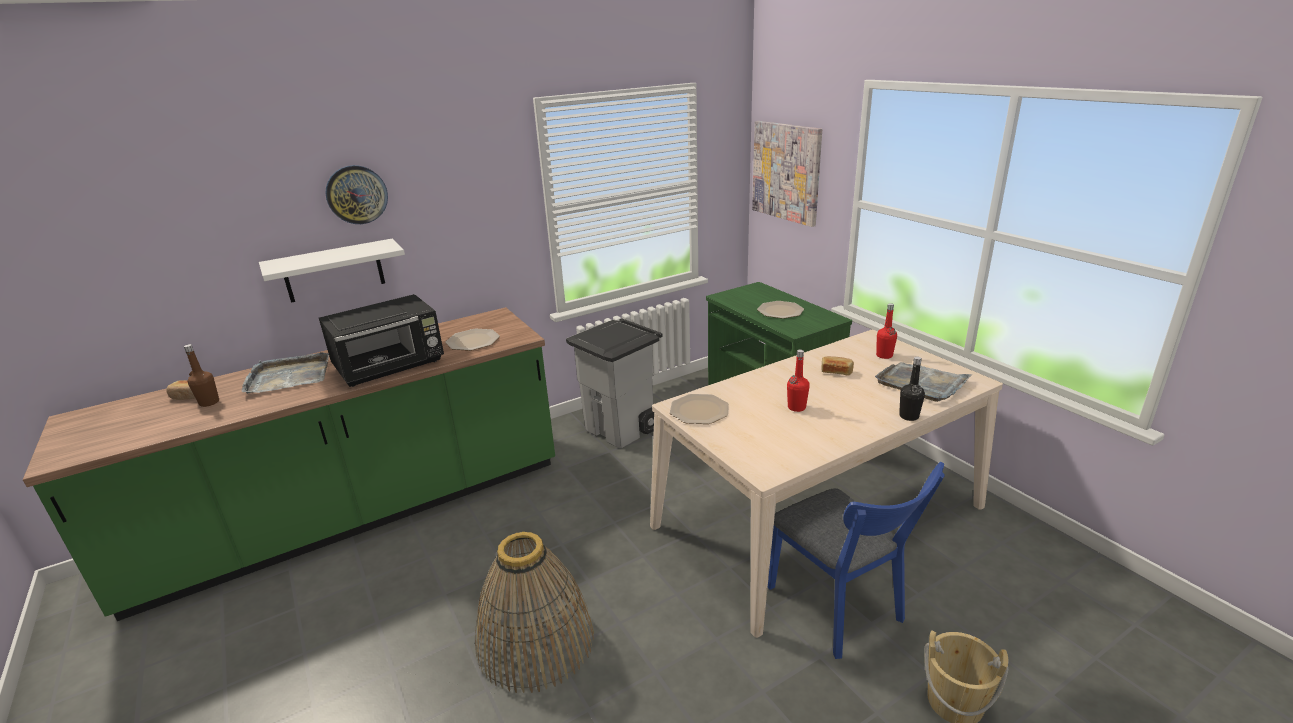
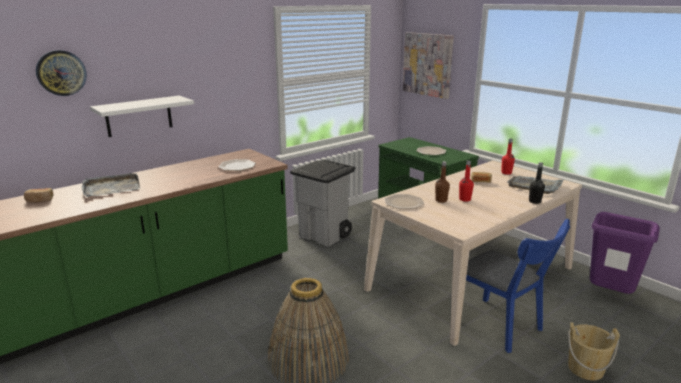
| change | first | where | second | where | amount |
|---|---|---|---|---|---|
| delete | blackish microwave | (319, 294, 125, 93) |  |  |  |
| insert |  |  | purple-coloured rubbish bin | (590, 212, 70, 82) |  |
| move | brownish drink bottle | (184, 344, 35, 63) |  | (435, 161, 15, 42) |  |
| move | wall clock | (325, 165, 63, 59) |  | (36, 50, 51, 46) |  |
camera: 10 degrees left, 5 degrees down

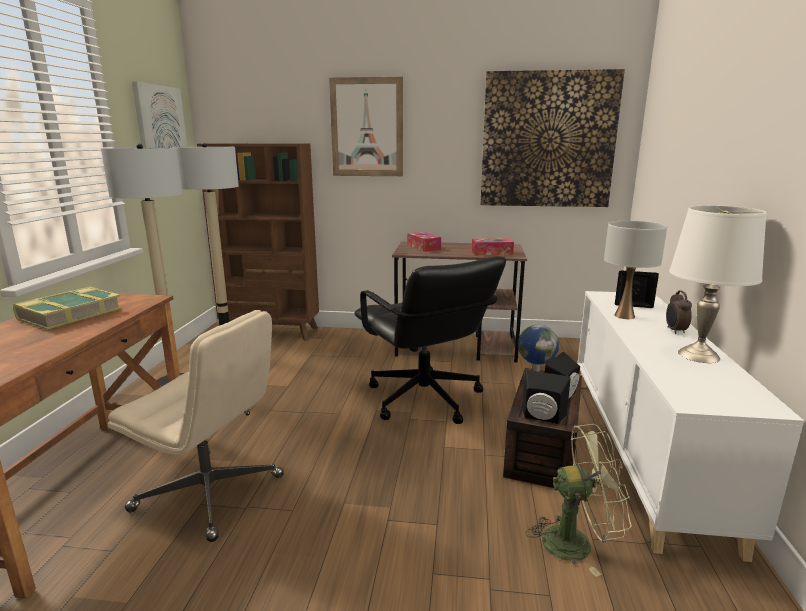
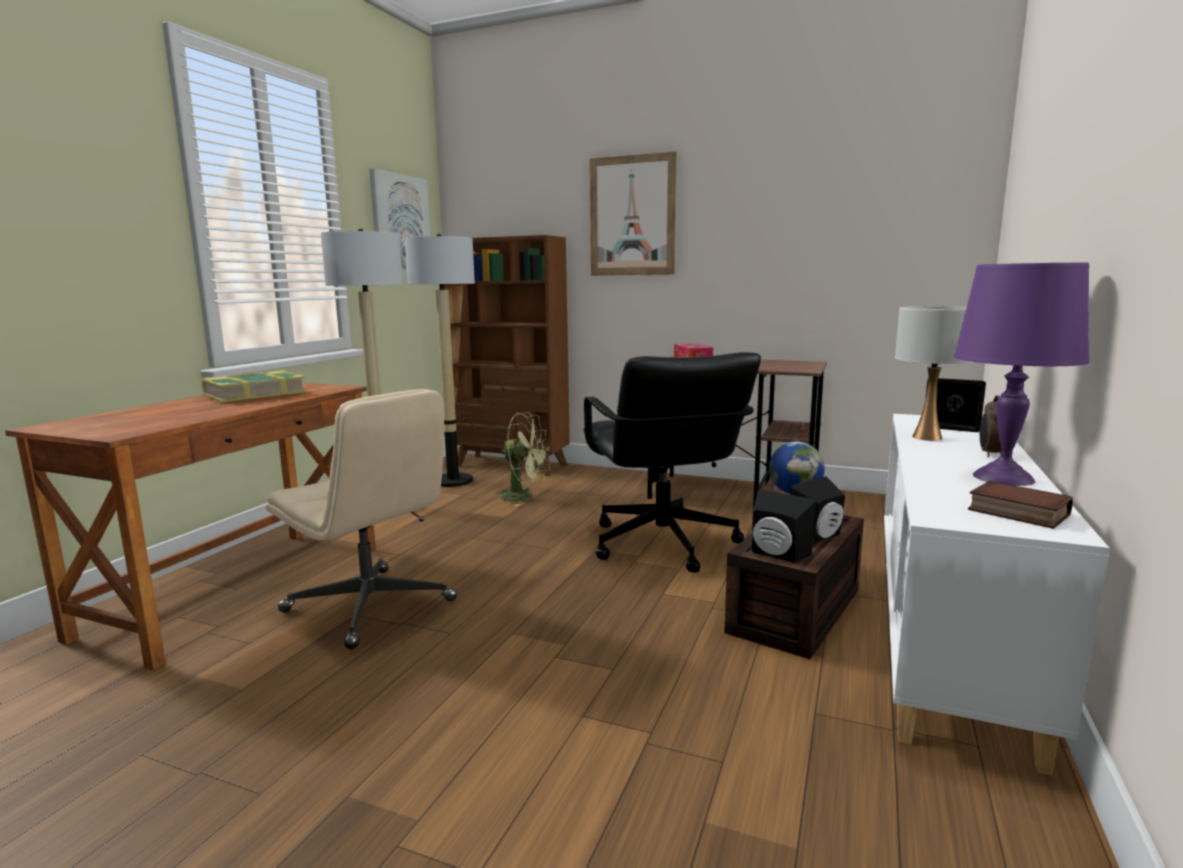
| change | first | where | second | where | amount |
|---|---|---|---|---|---|
| delete | tissue box | (472, 238, 42, 17) |  |  |  |
| delete | wall art | (480, 69, 145, 138) |  |  |  |
| insert |  |  | volume | (968, 481, 105, 48) |  |
| move | green cooling fan | (526, 424, 106, 153) |  | (496, 412, 54, 94) |  |
| recolor | white lamp for a table | (669, 206, 98, 157) | purple-coloured lamp for a table | (954, 263, 135, 223) |  |
camera: 15 degrees right, 5 degrees down

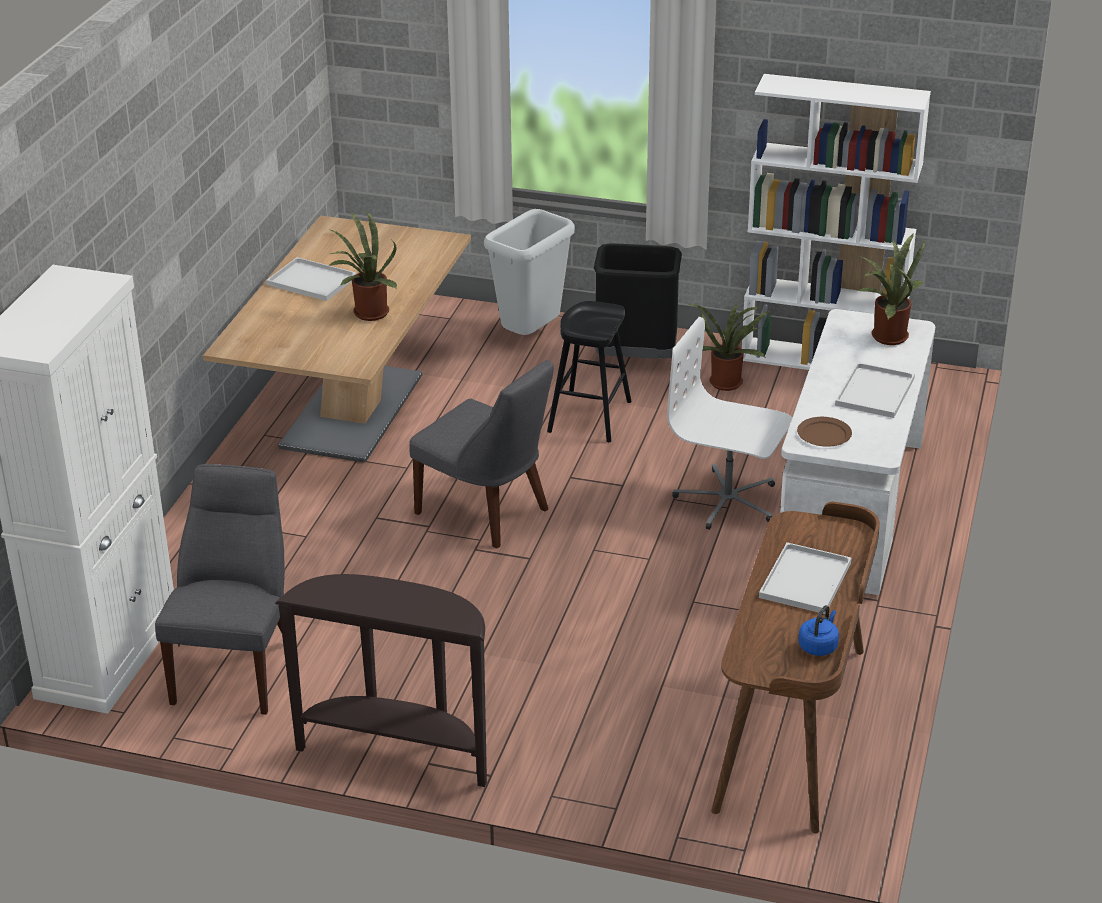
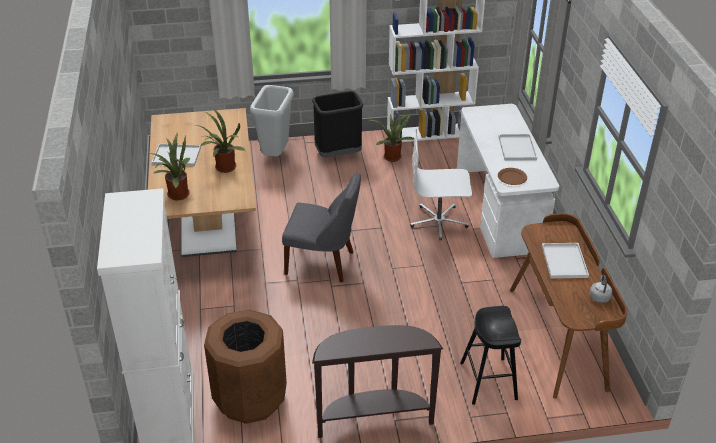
| change | first | where | second | where | amount |
|---|---|---|---|---|---|
| move | blackish sitting stool | (547, 301, 85, 141) |  | (460, 306, 61, 99) |  |
| move | houseplant | (858, 233, 68, 112) |  | (150, 133, 40, 67) |  |
| replace | greyish upright chair | (155, 464, 130, 251) | brownish rubbish bin | (204, 309, 83, 115) |  |
| recolor | blue water kettle | (799, 605, 40, 51) | greyish water kettle | (590, 275, 22, 28) |  |
camera: 25 degrees left, 5 degrees up

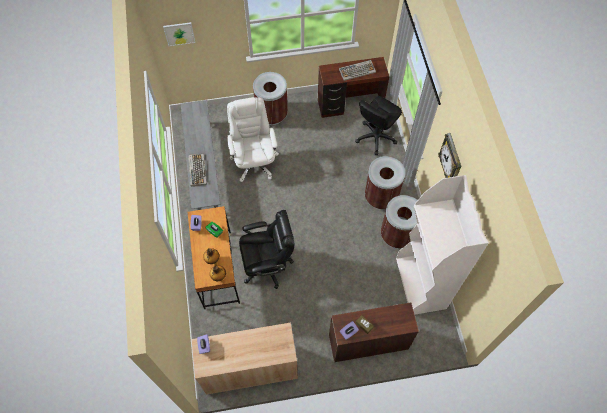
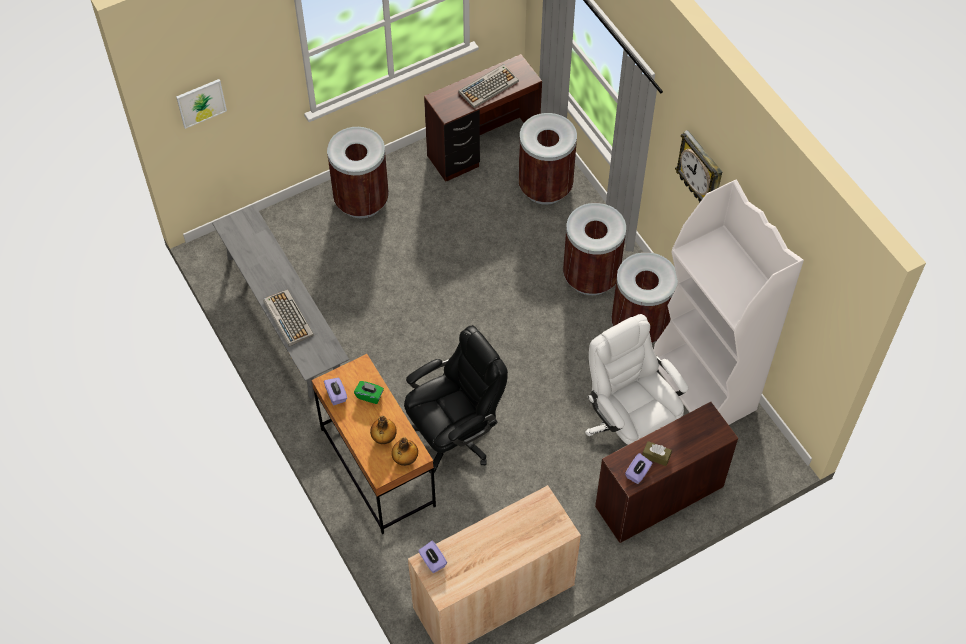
| change | first | where | second | where | amount |
|---|---|---|---|---|---|
| move | white office chair | (227, 97, 52, 85) |  | (585, 314, 104, 131) |  |
| replace | blackish office chair | (355, 96, 47, 59) | brownish rubbish bin | (518, 113, 59, 92) |  |
camera: 20 degrees left, 5 degrees down

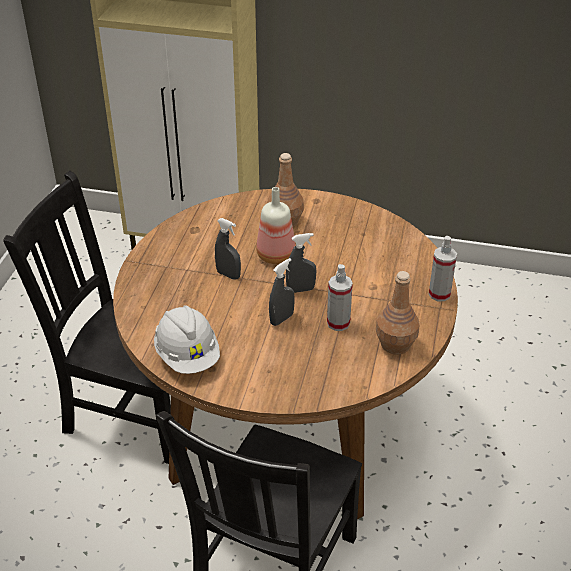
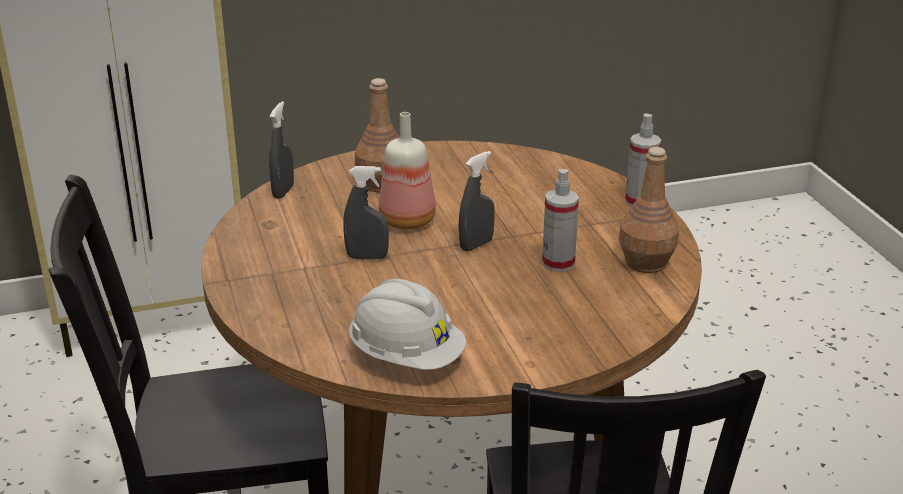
| change | first | where | second | where | amount |
|---|---|---|---|---|---|
| move | greyish hand sprayer | (269, 258, 26, 68) |  | (269, 102, 25, 97) |  |
camera: 30 degrees left, 10 degrees down

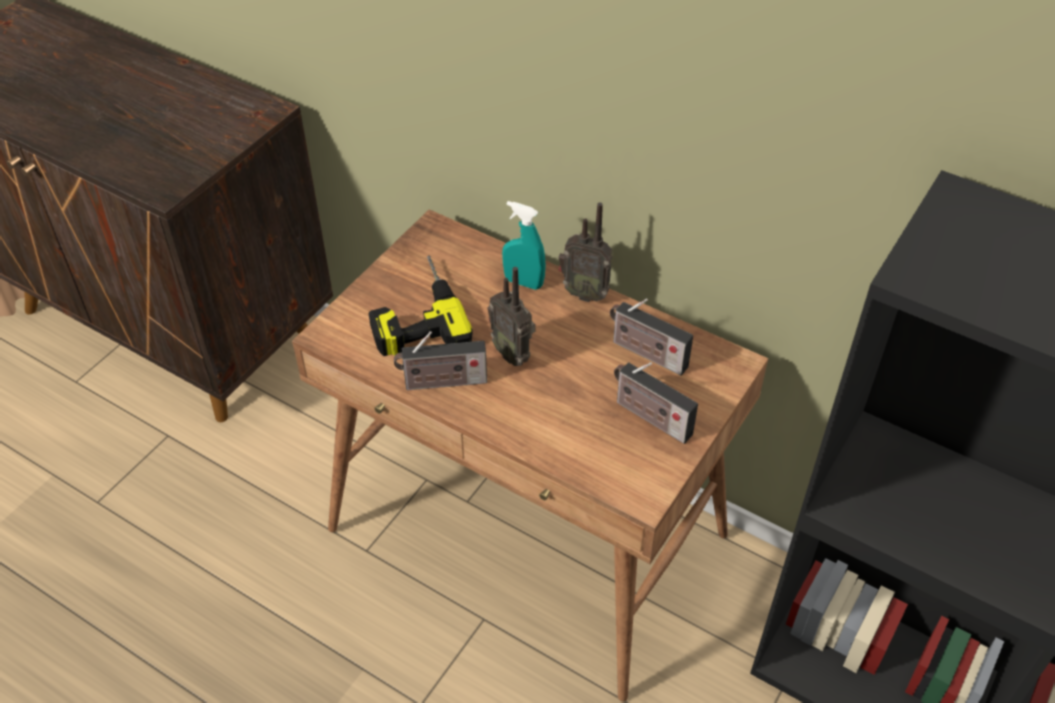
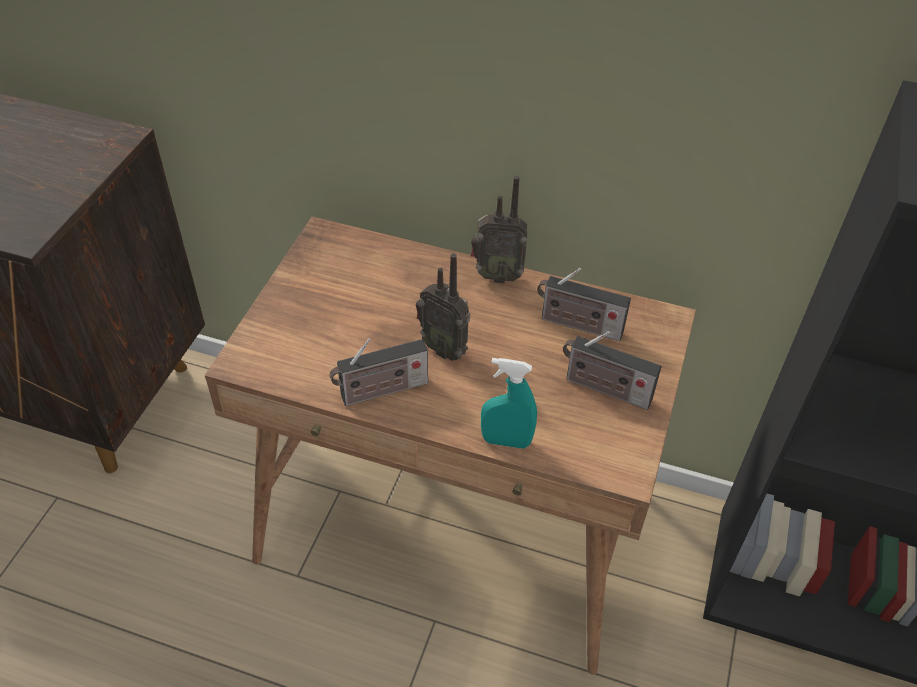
| change | first | where | second | where | amount |
|---|---|---|---|---|---|
| delete | power drill | (369, 256, 104, 100) |  |  |  |
| move | turquoise hand sprayer | (502, 201, 44, 89) |  | (481, 358, 56, 91) |  |
camera: 15 degrees left, 0 degrees up

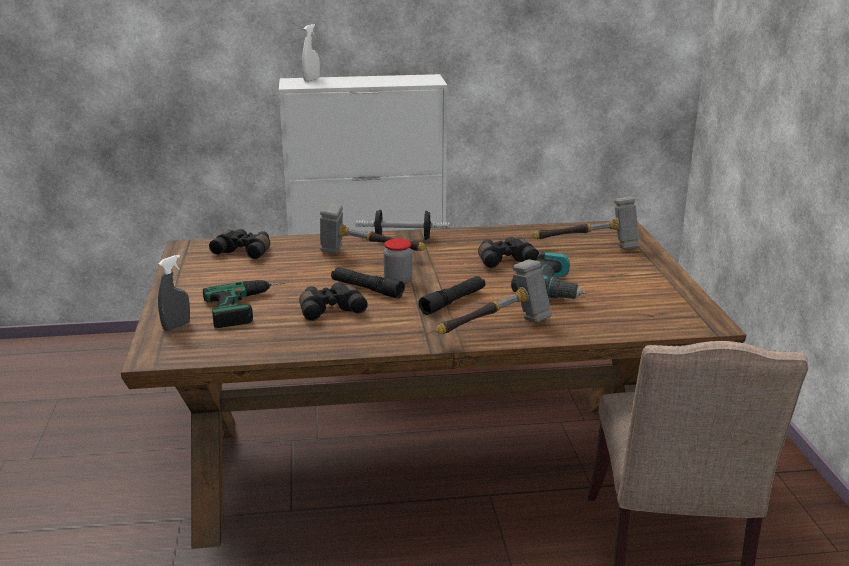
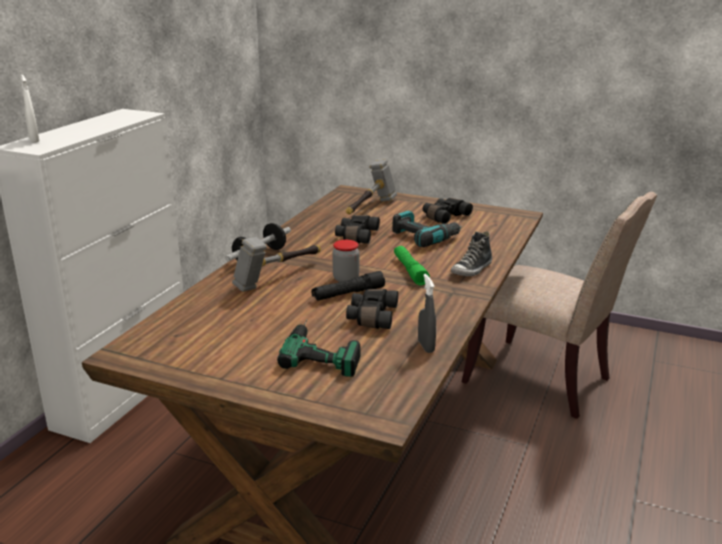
| change | first | where | second | where | amount |
|---|---|---|---|---|---|
| move | greyish hand sprayer | (158, 255, 32, 76) |  | (418, 274, 18, 79) |  |
| move | blackish field glasses | (209, 229, 61, 30) |  | (423, 198, 50, 26) |  |
| replace | hammer | (436, 259, 116, 75) | low shoe | (451, 231, 41, 45) |  |
| recolor | blackish torch | (418, 276, 67, 39) | green torch | (394, 246, 36, 39) |  |
camera: 60 degrees left, 0 degrees up

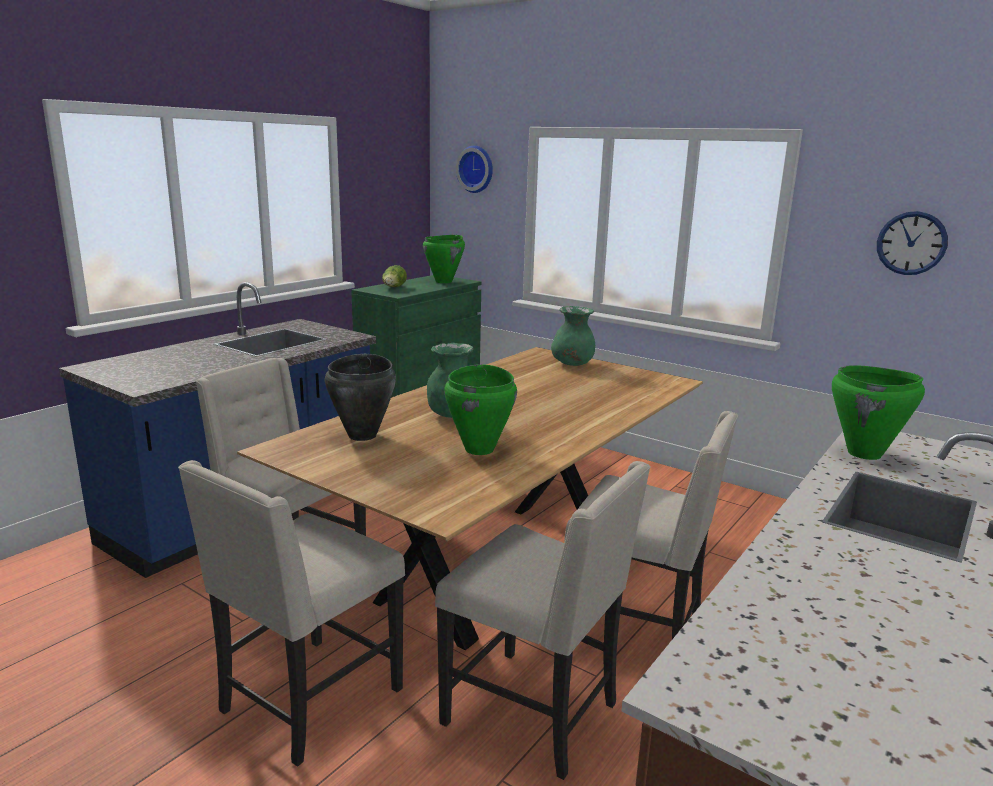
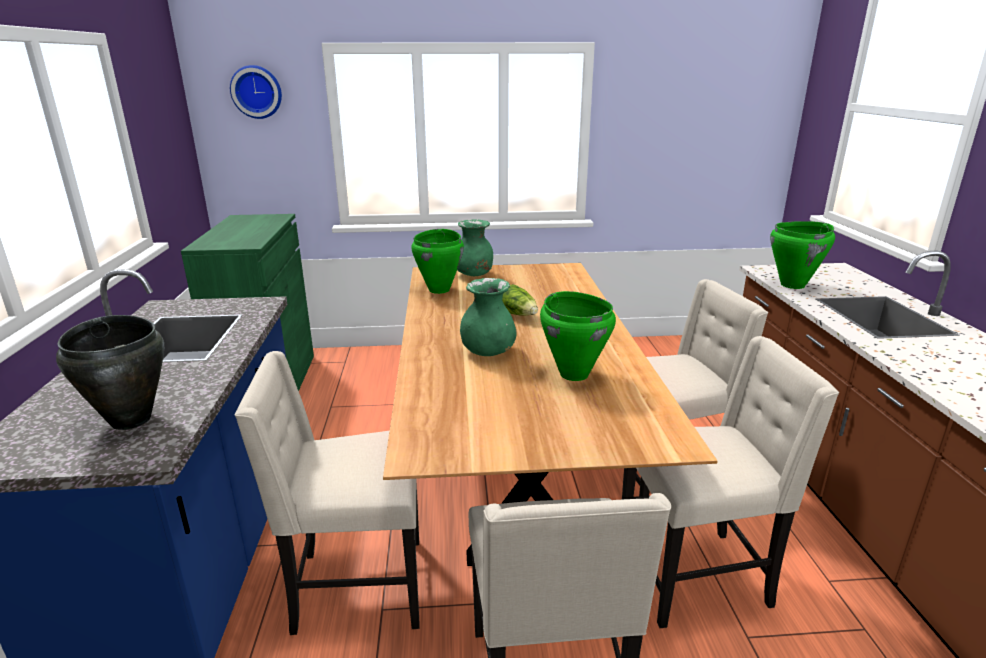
| change | first | where | second | where | amount |
|---|---|---|---|---|---|
| delete | wall clock | (877, 211, 71, 64) |  |  |  |
| move | blackish saucepot | (325, 354, 71, 87) |  | (56, 315, 108, 115) |  |
| move | head of lettuce | (382, 265, 25, 22) |  | (502, 284, 36, 32) |  |
| move | green saucepot | (423, 235, 42, 48) |  | (411, 229, 53, 65) |  |
camera: 40 degrees left, 5 degrees up

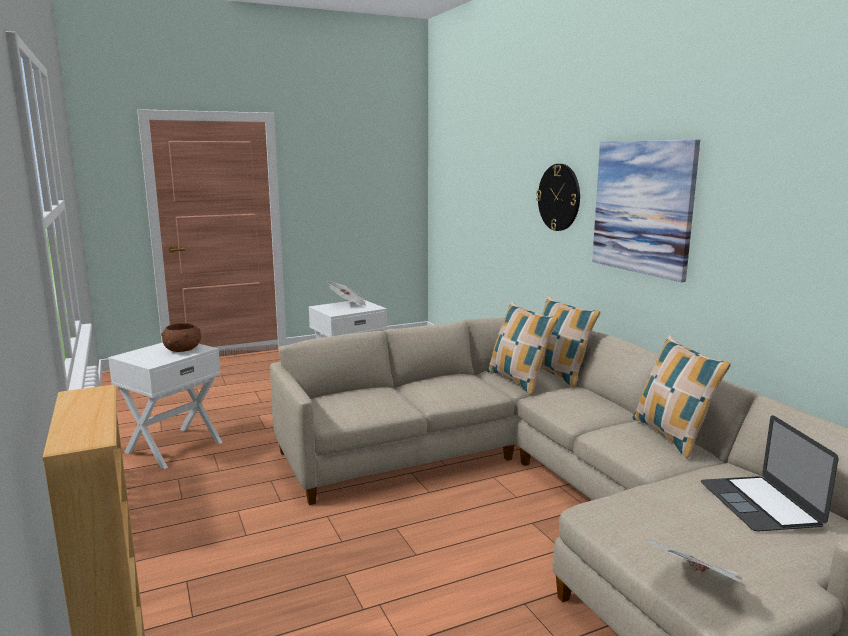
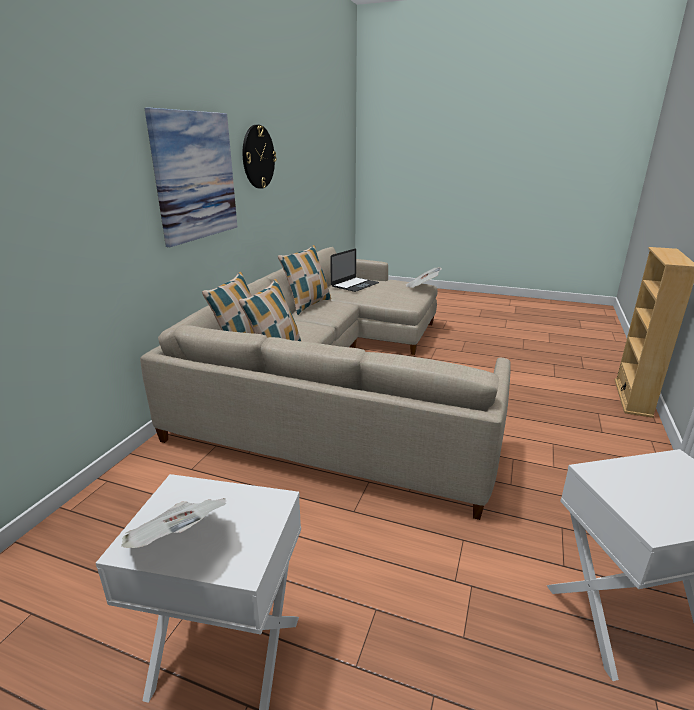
| change | first | where | second | where | amount |
|---|---|---|---|---|---|
| delete | brownish bowl | (161, 323, 40, 29) |  |  |  |
| move | wall clock | (536, 164, 44, 67) |  | (243, 125, 33, 64) |  |
camera: 135 degrees left, 10 degrees up

